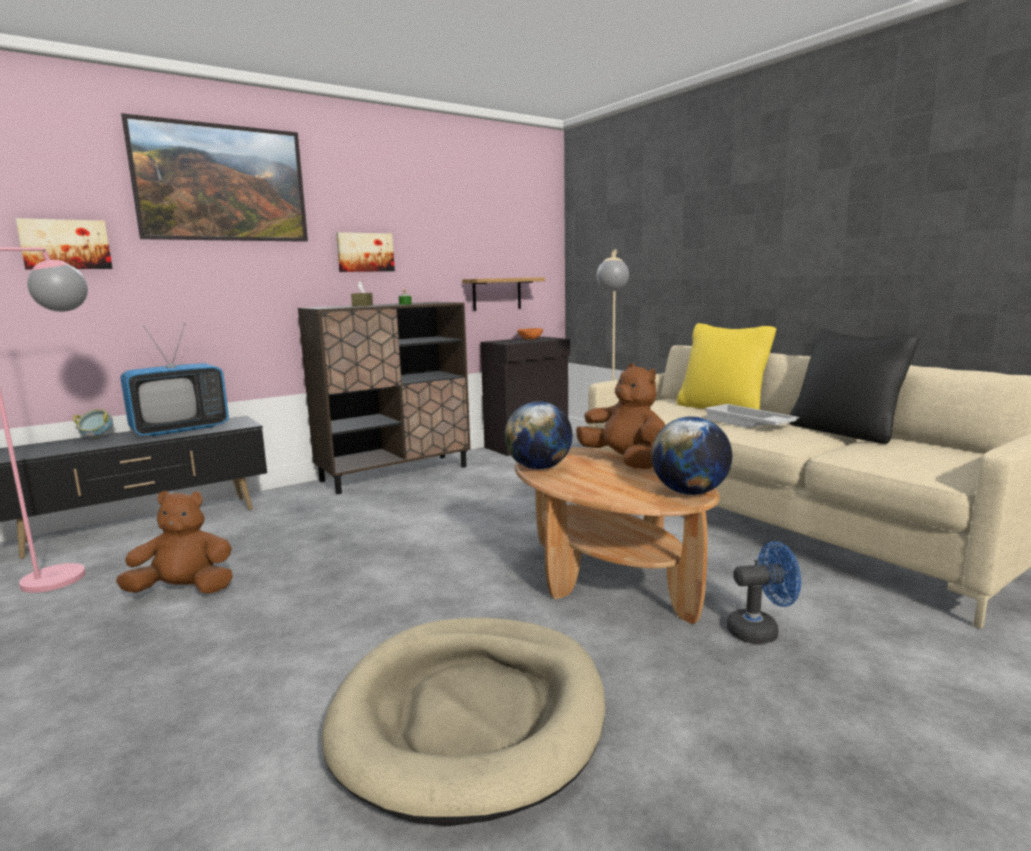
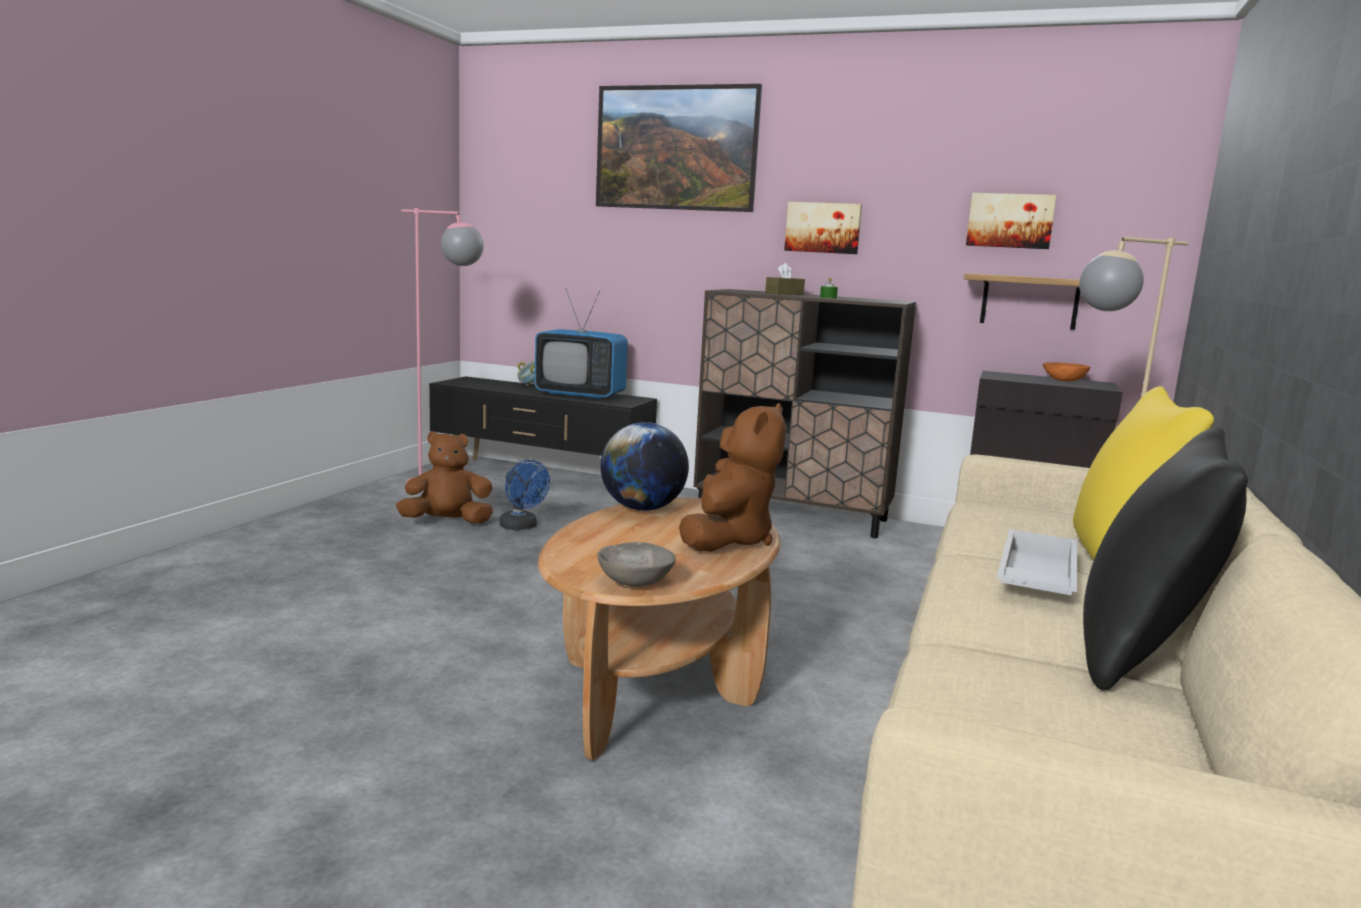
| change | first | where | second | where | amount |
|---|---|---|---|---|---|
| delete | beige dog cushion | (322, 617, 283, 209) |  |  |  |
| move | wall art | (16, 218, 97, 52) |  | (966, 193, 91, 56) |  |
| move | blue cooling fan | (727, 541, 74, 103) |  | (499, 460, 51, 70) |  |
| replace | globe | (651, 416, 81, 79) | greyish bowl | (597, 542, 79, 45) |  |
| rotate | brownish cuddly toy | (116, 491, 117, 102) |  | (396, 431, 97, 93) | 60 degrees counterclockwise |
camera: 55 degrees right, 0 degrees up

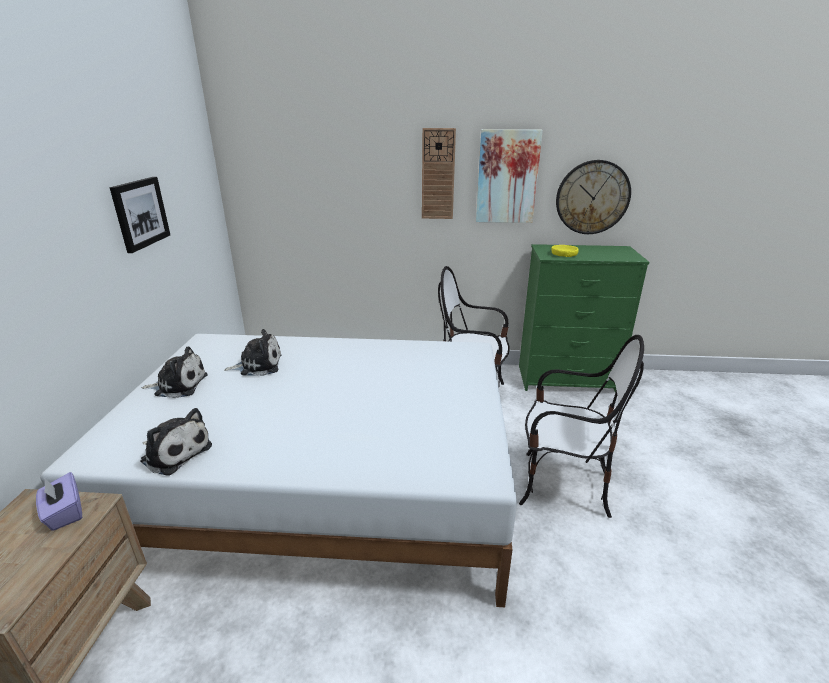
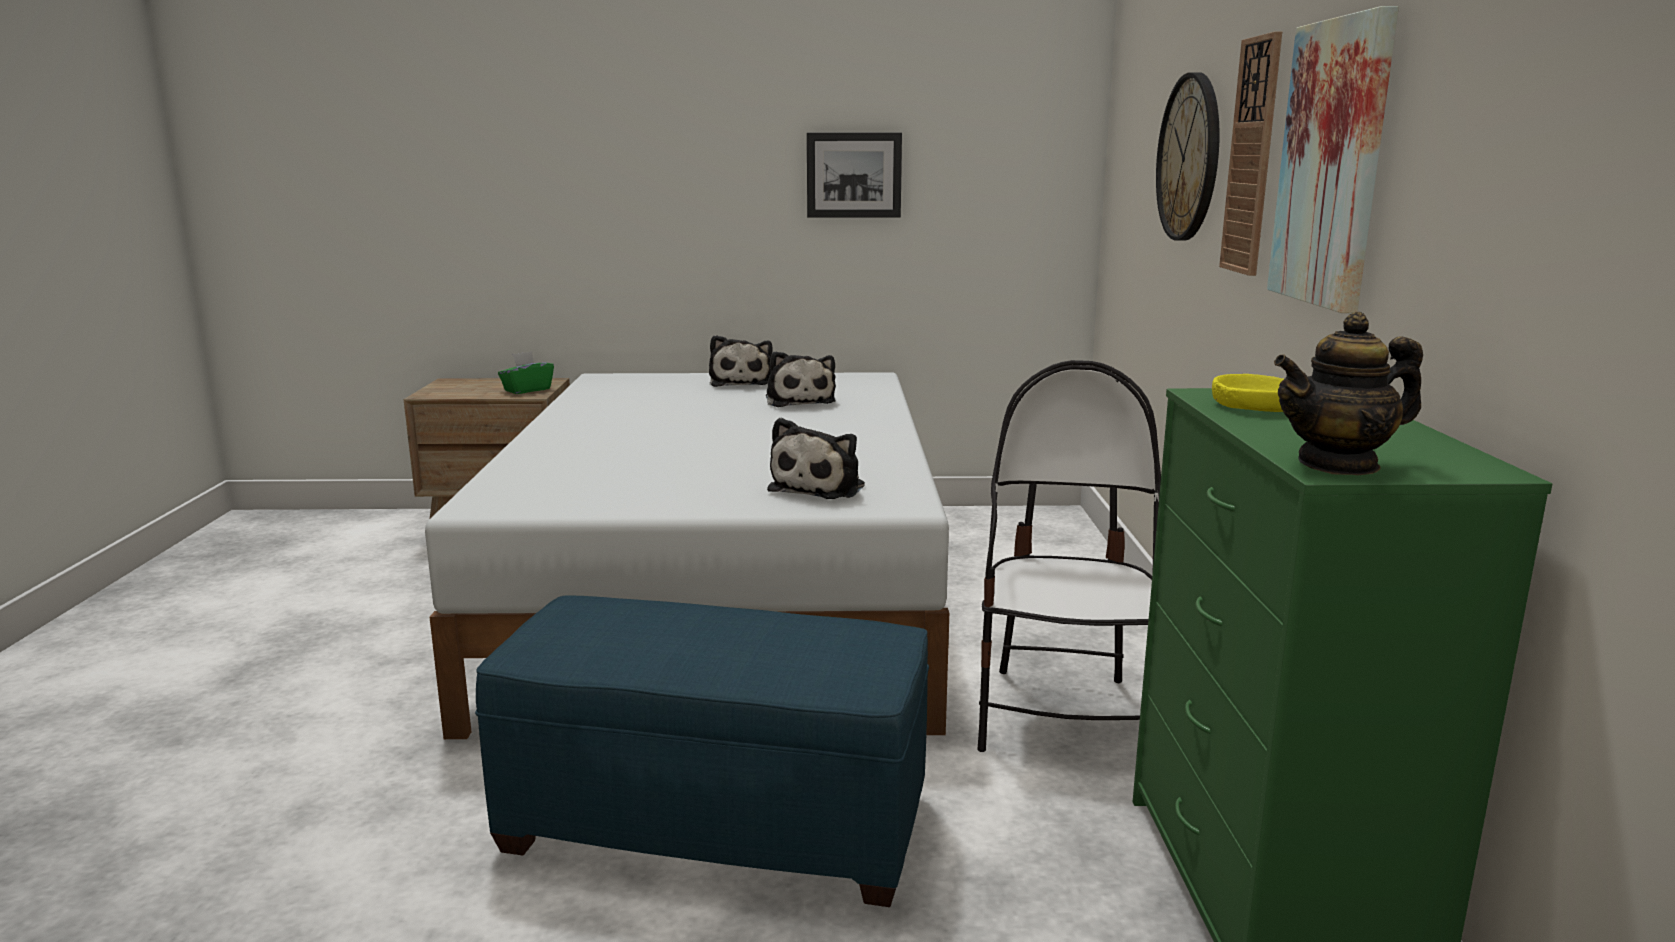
| change | first | where | second | where | amount |
|---|---|---|---|---|---|
| insert |  |  | tea pot | (1274, 312, 149, 163) |  |
| move | cuddly toy | (140, 408, 72, 67) |  | (767, 418, 98, 81) |  |
| move | wall clock | (556, 160, 75, 74) |  | (1156, 72, 63, 169) |  |
| replace | upright chair | (519, 335, 125, 183) | blue footrest | (475, 595, 454, 312) |  |
| recolor | purple-coloured tissue box | (36, 472, 46, 59) | green tissue box | (498, 351, 56, 43) |  |
camera: 85 degrees right, 10 degrees down

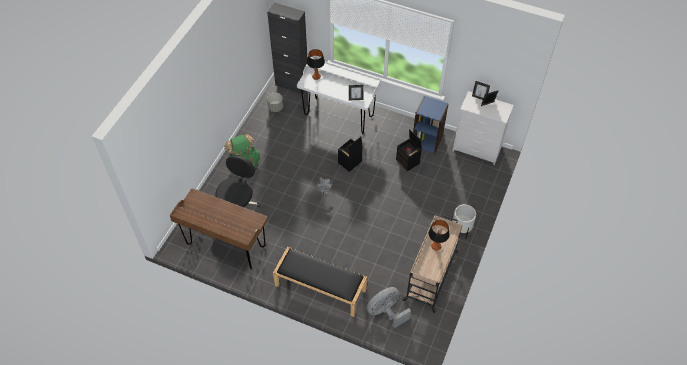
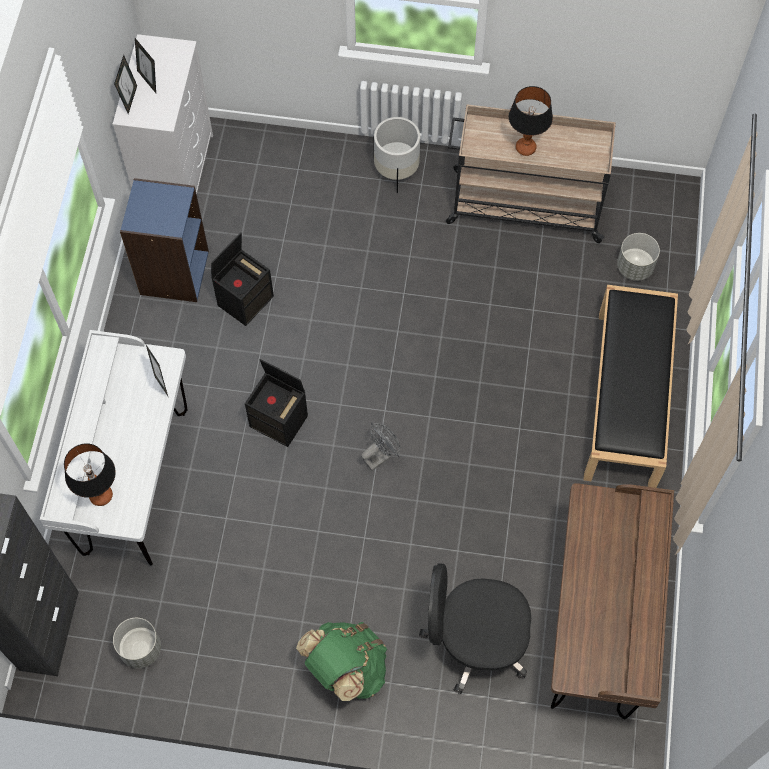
| change | first | where | second | where | amount |
|---|---|---|---|---|---|
| replace | greyish cooling fan | (367, 287, 44, 41) | greyish planter | (617, 233, 43, 48) |  |
camera: 105 degrees left, 10 degrees up

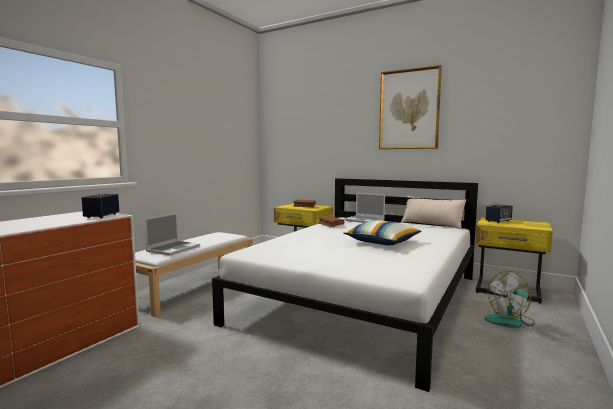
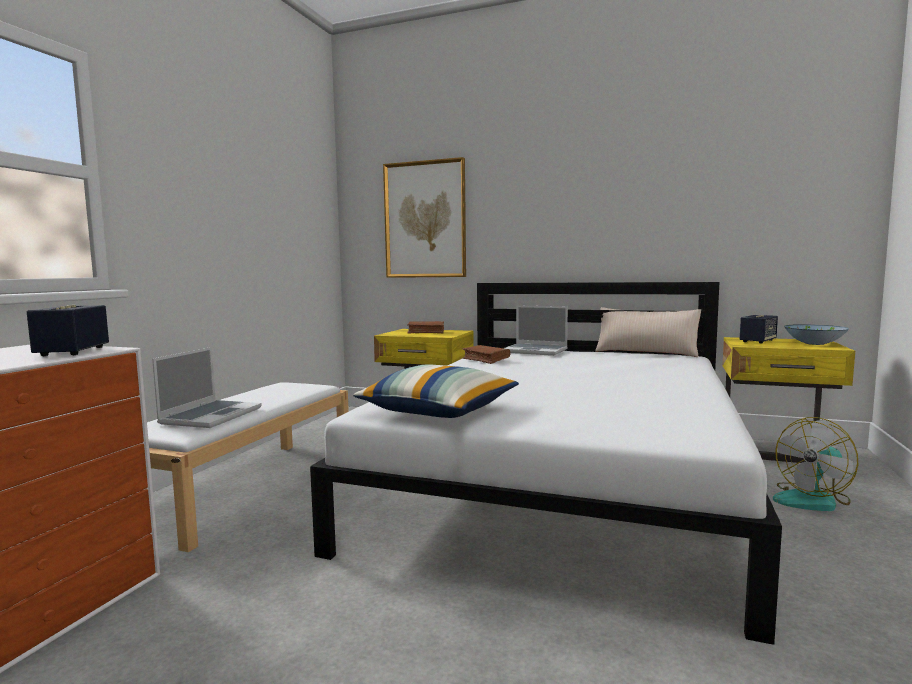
| change | first | where | second | where | amount |
|---|---|---|---|---|---|
| insert |  |  | bowl | (784, 324, 65, 21) |  |
| move | cushion | (343, 220, 79, 26) |  | (353, 365, 166, 53) |  |
| move | wall art | (379, 65, 63, 84) |  | (383, 157, 83, 121) |  |
camera: 10 degrees left, 0 degrees up

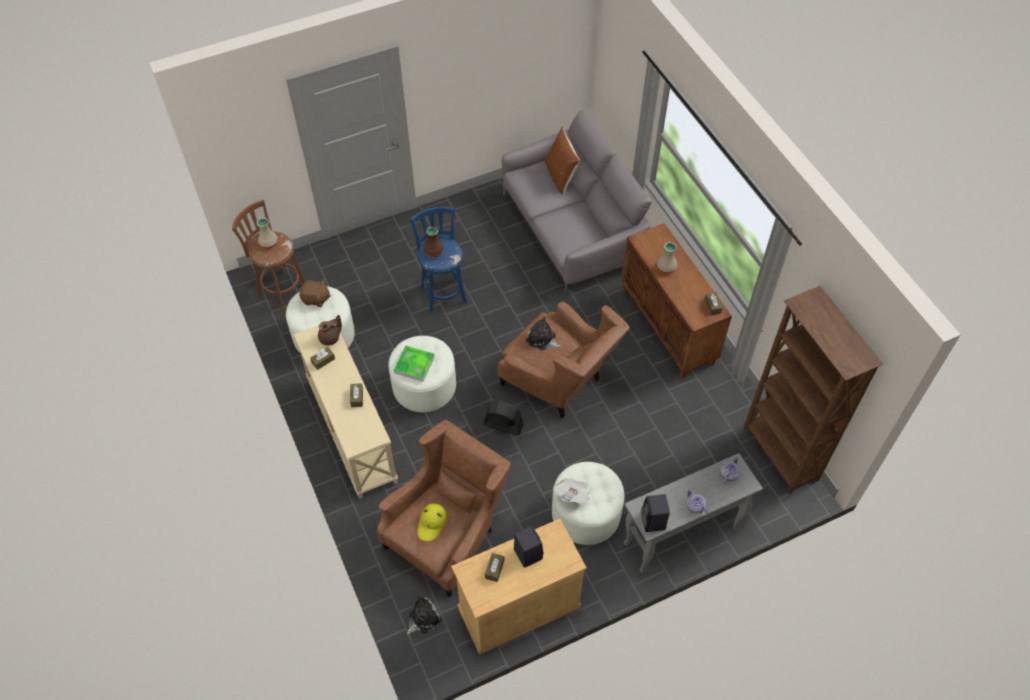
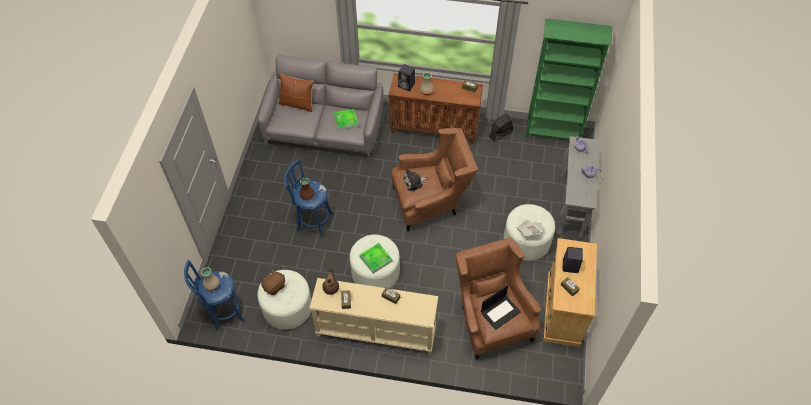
| change | first | where | second | where | amount |
|---|---|---|---|---|---|
| delete | cuddly toy | (407, 597, 35, 38) |  |  |  |
| insert |  |  | carrying tray | (334, 109, 25, 22) |  |
| move | blackish cooling fan | (483, 401, 40, 34) |  | (489, 114, 24, 28) |  |
| move | blackish speaker | (641, 494, 29, 38) |  | (398, 64, 17, 27) |  |
| replace | yellowish hat | (417, 503, 30, 38) | notebook computer | (481, 284, 40, 46) |  |
| recolor | brownish sitting stool | (232, 200, 74, 111) | blue sitting stool | (184, 260, 61, 71) |  |
| recolor | brownish bookcase | (743, 286, 140, 208) | green bookcase | (525, 18, 87, 122) |  |
camera: 55 degrees left, 0 degrees up

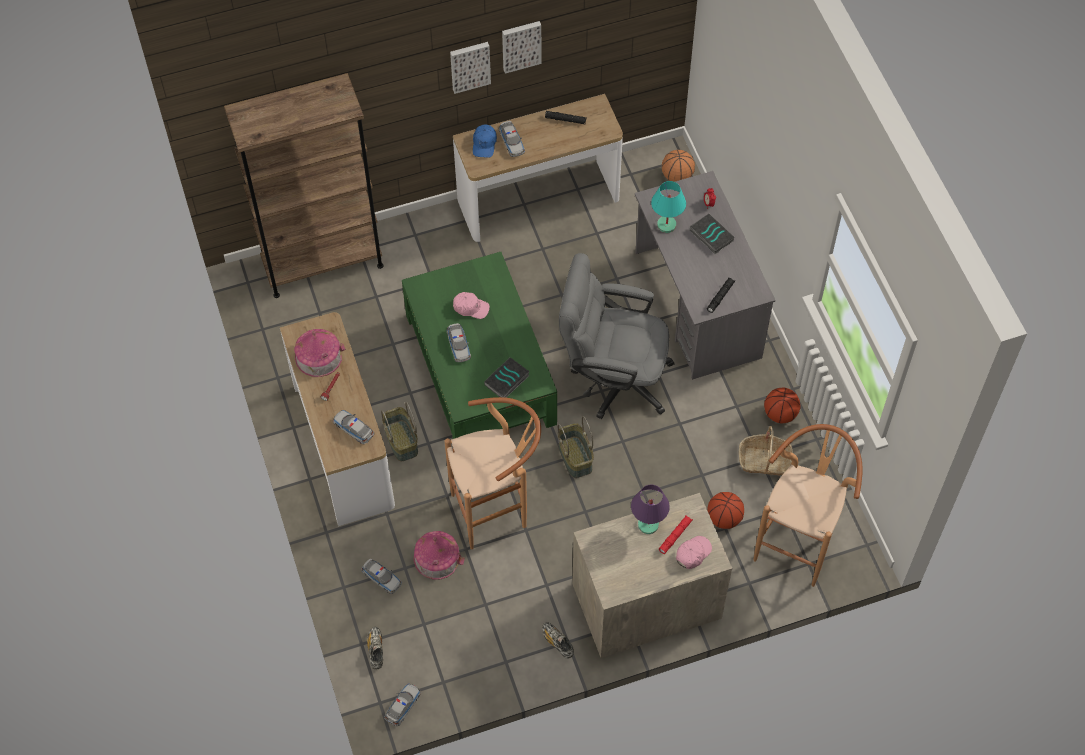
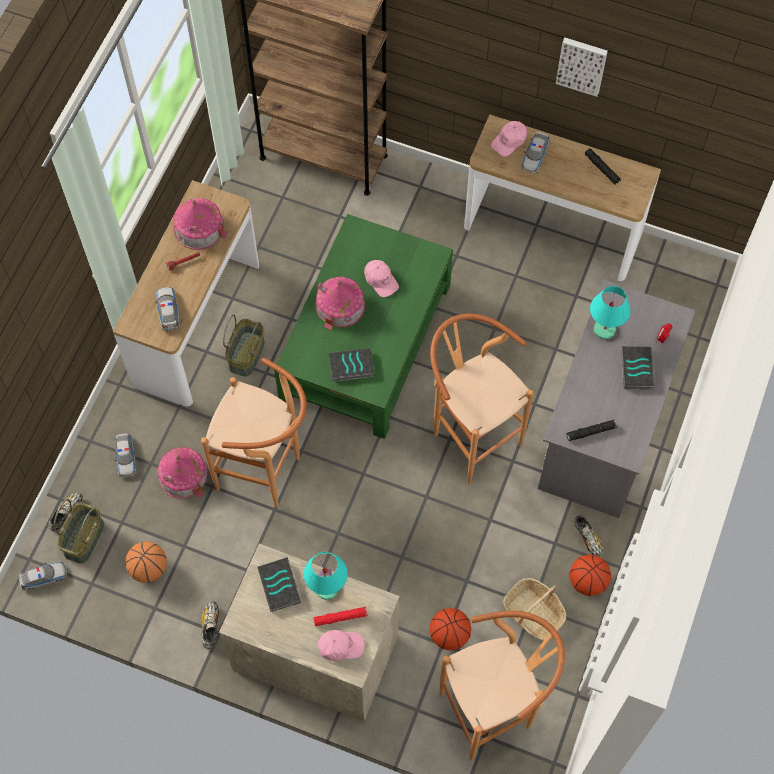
| change | first | where | second | where | amount |
|---|---|---|---|---|---|
| delete | wall art | (450, 42, 41, 52) |  |  |  |
| insert |  |  | volume | (257, 557, 44, 55) |  |
| insert |  |  | low shoe | (573, 515, 30, 41) |  |
| move | basket | (558, 416, 36, 62) |  | (54, 499, 50, 65) |  |
| move | basketball ball | (662, 150, 33, 32) |  | (125, 542, 42, 41) |  |
| replace | model car | (447, 323, 24, 39) | miniature house | (315, 277, 50, 53) |  |
| replace | greyish office chair | (559, 253, 116, 166) | brownish sitting stool | (430, 314, 104, 169) |  |
| recolor | blue cap | (473, 125, 24, 33) | pink cap | (491, 121, 36, 36) |  |
| recolor | purple-coloured lamp for a table | (631, 485, 39, 49) | turquoise lamp for a table | (304, 552, 44, 48) |  |
camera: 40 degrees right, 5 degrees up

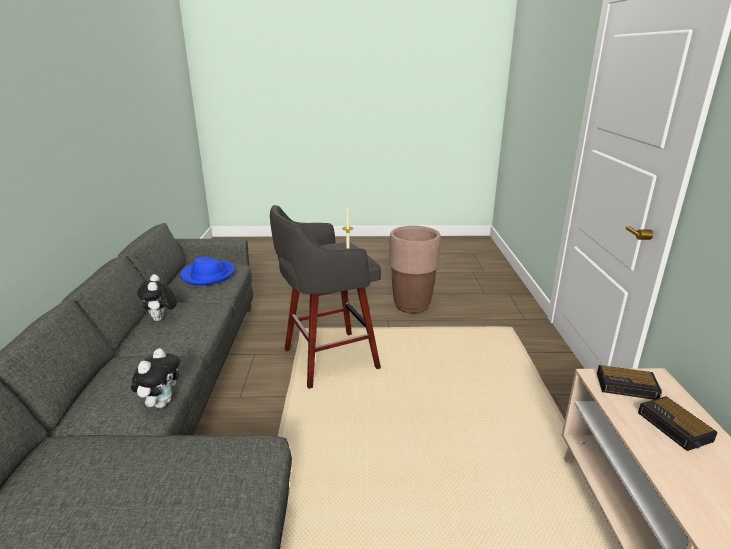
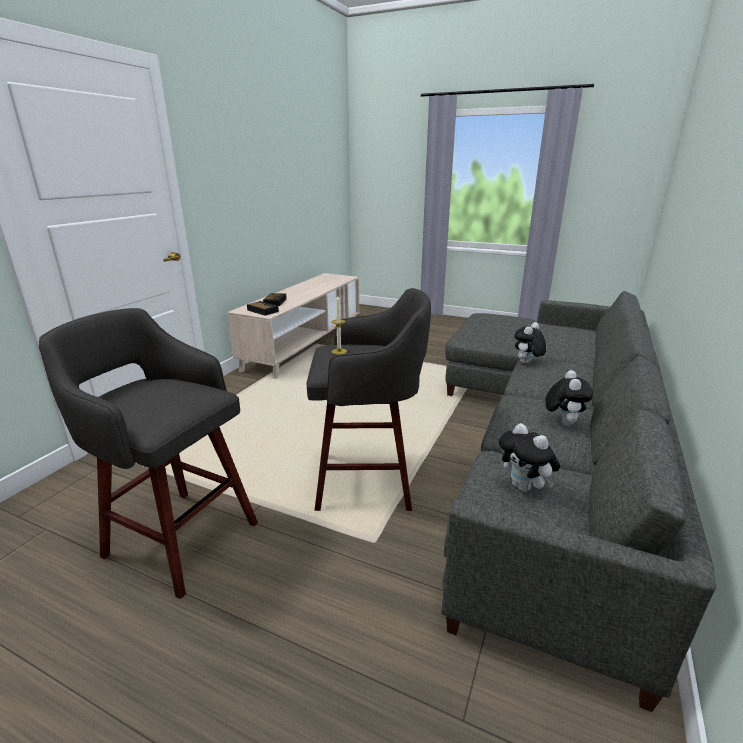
| change | first | where | second | where | amount |
|---|---|---|---|---|---|
| replace | blue hat | (180, 257, 55, 29) | cuddly toy | (499, 423, 61, 69) |  |
| replace | brownish planter | (390, 226, 51, 88) | greyish sitting stool | (39, 308, 219, 291) |  |
camera: 155 degrees left, 0 degrees up

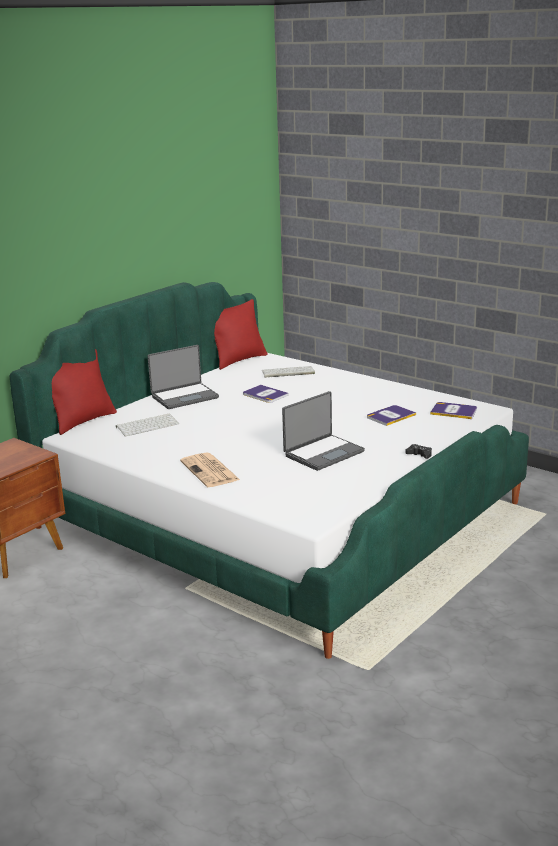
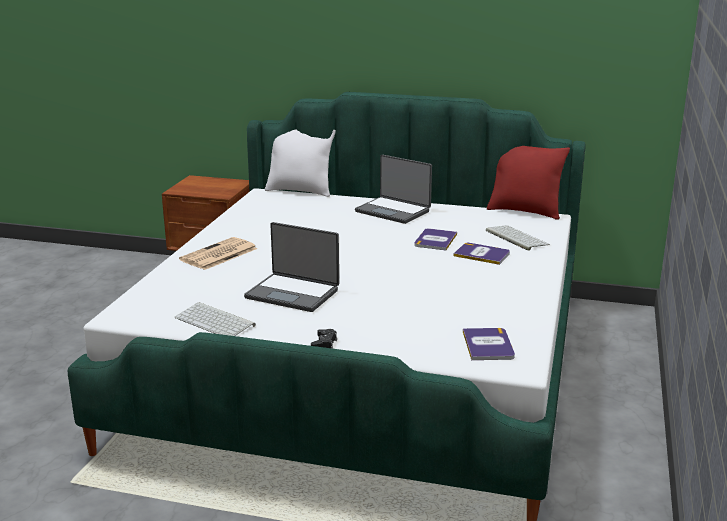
| change | first | where | second | where | amount |
|---|---|---|---|---|---|
| move | PC keyboard | (116, 413, 63, 24) |  | (175, 302, 81, 34) |  |
| move | volume | (367, 405, 49, 21) |  | (453, 243, 57, 22) |  |
| recolor | red cushion | (52, 349, 65, 86) | white cushion | (265, 129, 71, 68) |  |
camera: 65 degrees right, 0 degrees up

